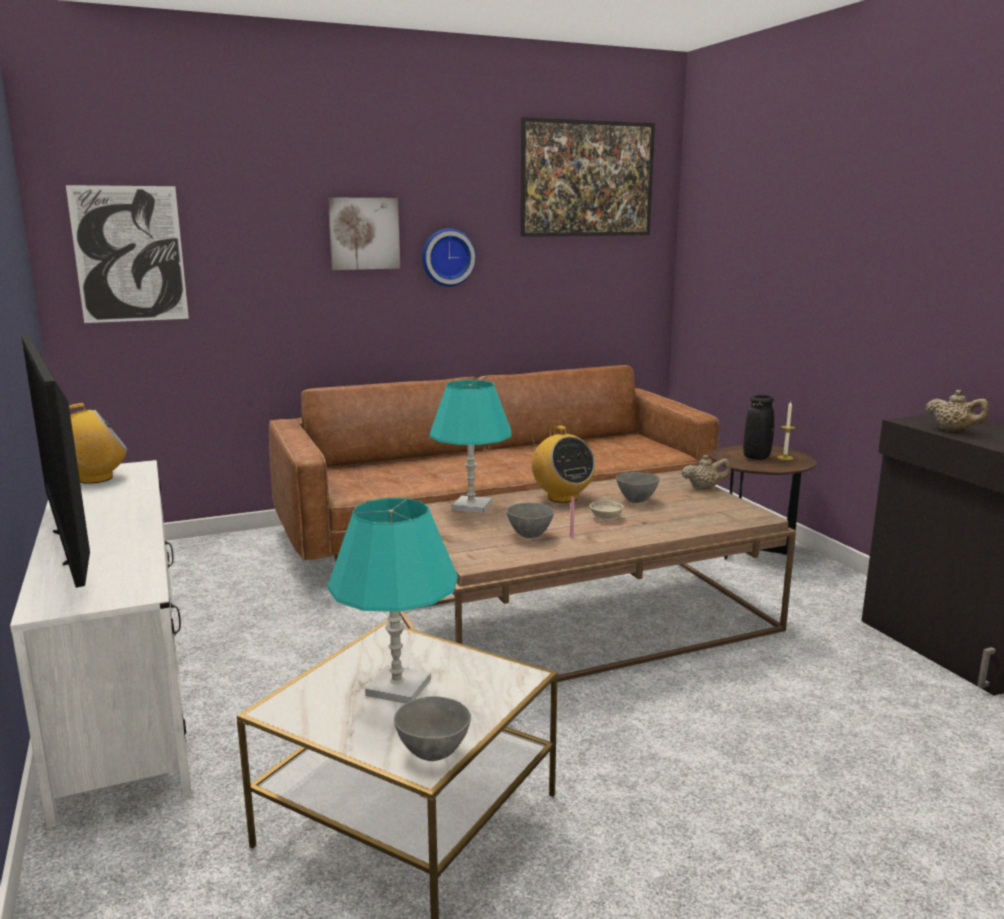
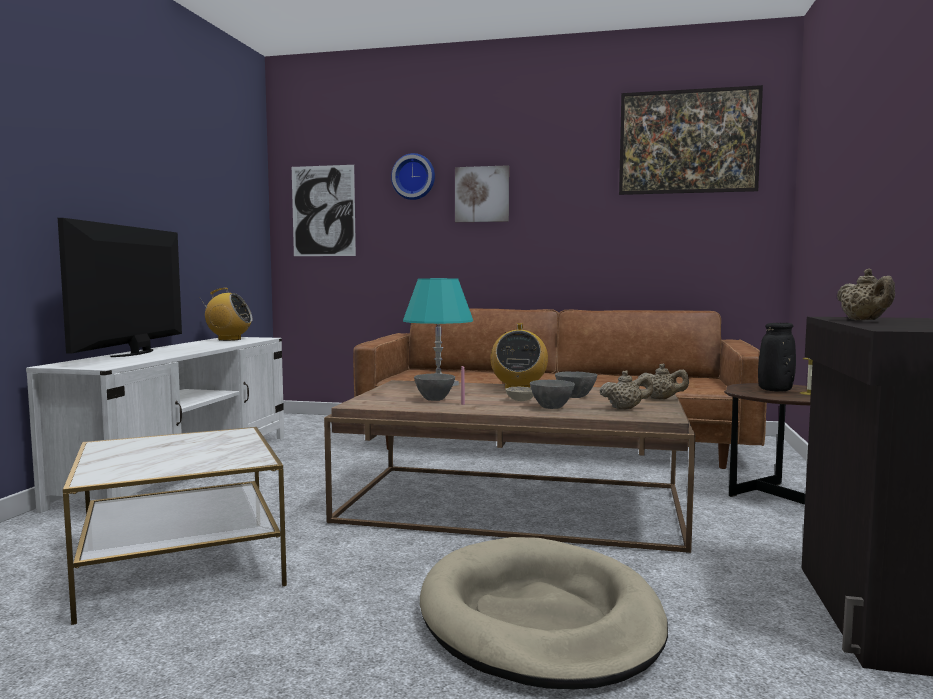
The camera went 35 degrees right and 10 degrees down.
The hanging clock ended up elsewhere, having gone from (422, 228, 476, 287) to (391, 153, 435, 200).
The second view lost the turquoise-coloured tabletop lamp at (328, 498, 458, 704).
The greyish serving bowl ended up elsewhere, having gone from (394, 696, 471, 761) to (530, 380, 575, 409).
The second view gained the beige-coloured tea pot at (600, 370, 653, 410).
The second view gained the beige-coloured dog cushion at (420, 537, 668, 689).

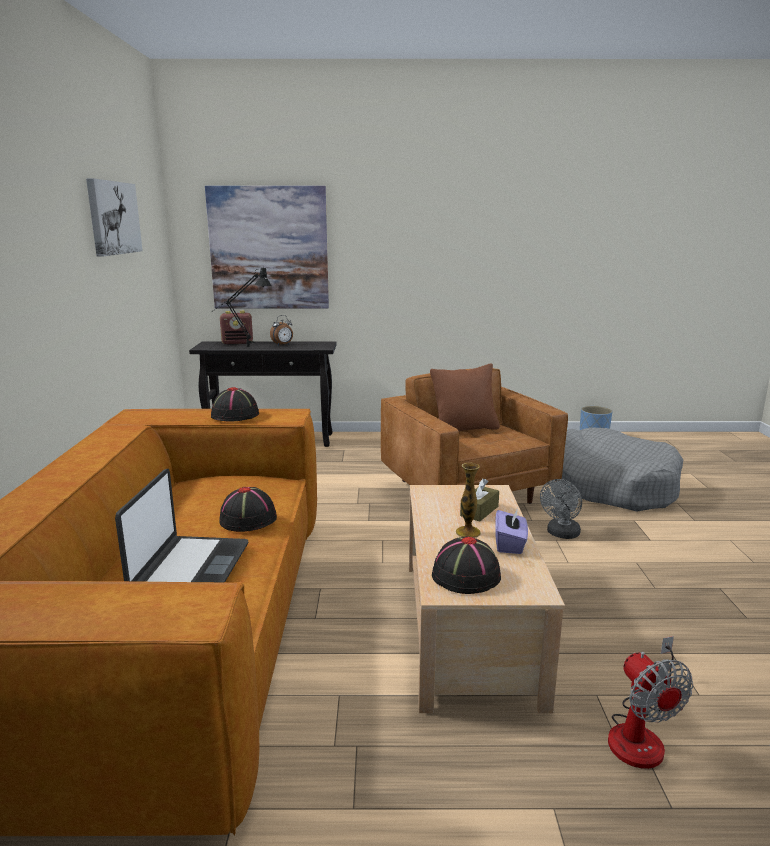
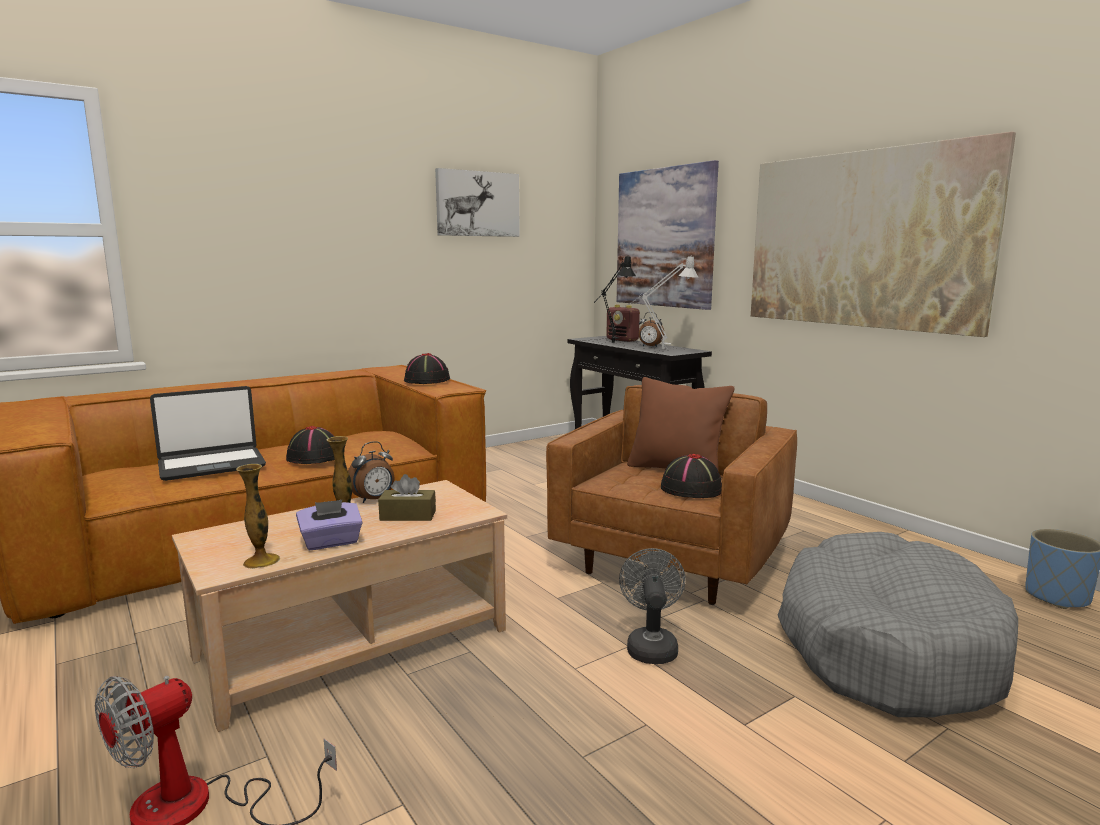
The camera went 55 degrees right and 5 degrees down.
The greyish cooling fan at (540, 479, 582, 539) ended up facing another way, 90 degrees clockwise from before.
The black-coloured clothing hat ended up elsewhere, having gone from (432, 536, 501, 594) to (661, 454, 722, 498).
The second view gained the wall art at (751, 132, 1016, 337).
The second view gained the greyish tabletop lamp at (624, 256, 699, 349).
The second view gained the bedside clock at (348, 441, 395, 503).
The second view gained the vase at (236, 464, 280, 569).

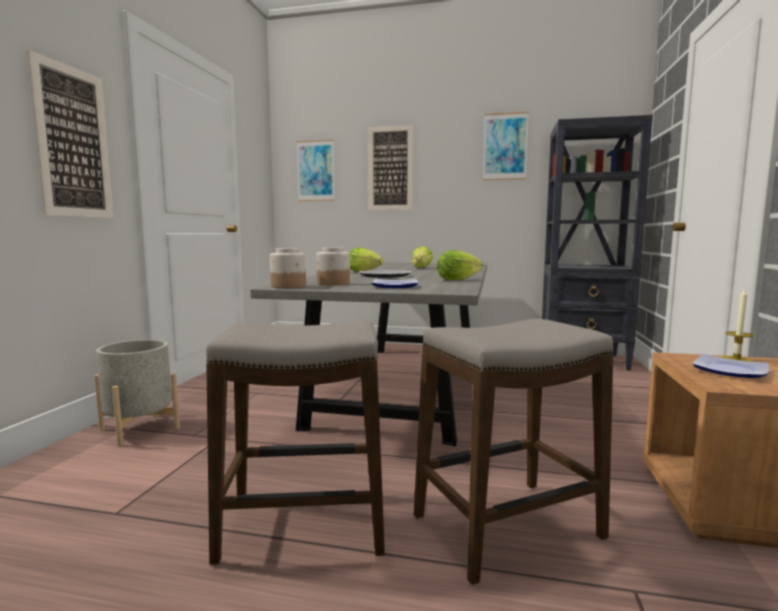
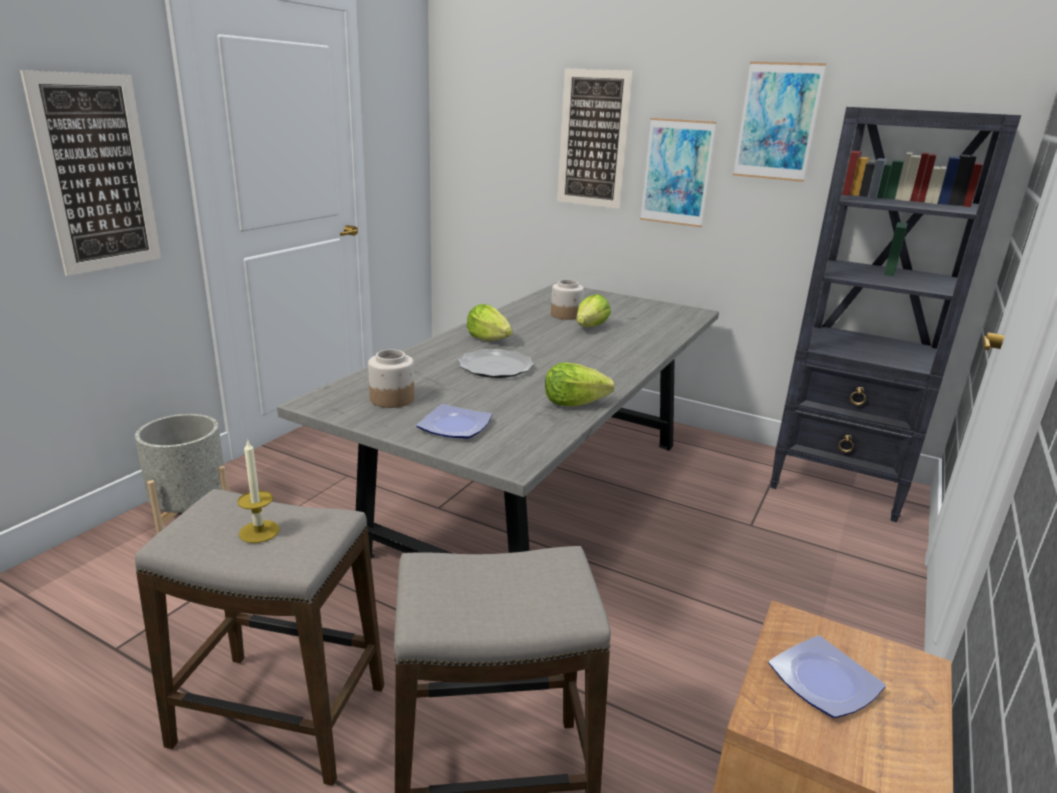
The camera went 15 degrees right and 15 degrees up.
The wall art ended up elsewhere, having gone from (297, 140, 335, 201) to (640, 118, 716, 227).
The jar ended up elsewhere, having gone from (270, 248, 306, 288) to (551, 280, 584, 320).
The candle ended up elsewhere, having gone from (721, 287, 754, 362) to (237, 439, 280, 543).

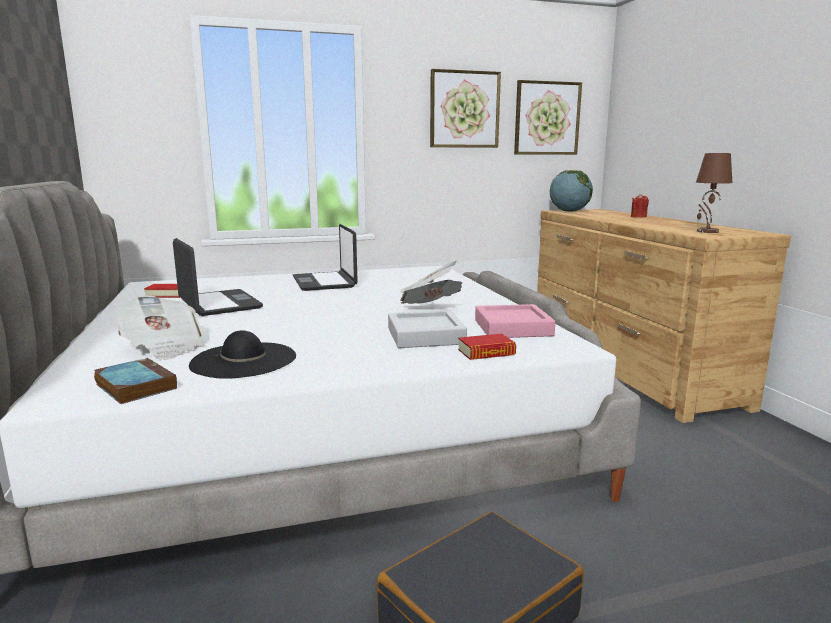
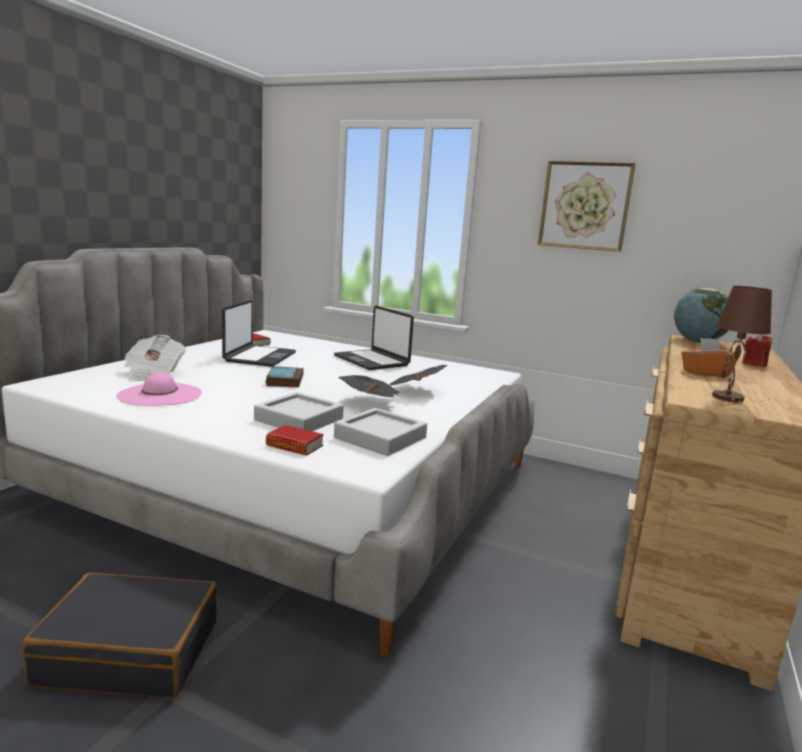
The camera went 40 degrees right and 0 degrees up.
The second view lost the wall art at (514, 80, 582, 155).
The laptop at (293, 224, 358, 291) ended up facing another way, 60 degrees counterclockwise from before.
What was the pinkish tray at (475, 304, 555, 338) turned into the greyish tray at (334, 408, 427, 456).
What was the black-coloured clothing hat at (189, 331, 296, 379) turned into the pinkish clothing hat at (117, 372, 202, 406).
The volume ended up elsewhere, having gone from (94, 358, 177, 404) to (266, 366, 304, 388).
The second view gained the orange-coloured tissue holder at (681, 338, 738, 377).

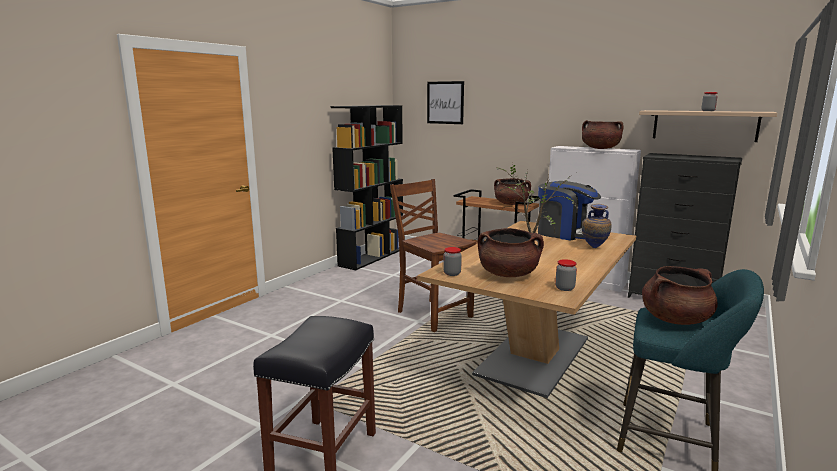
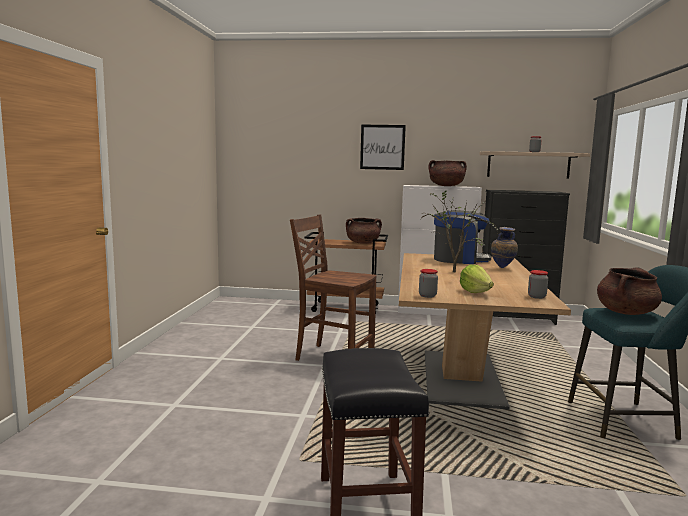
The camera went 25 degrees left and 5 degrees down.
The wall art ended up elsewhere, having gone from (427, 81, 464, 124) to (360, 125, 406, 170).
The second view lost the black-coloured bookcase at (331, 105, 403, 270).
Where the brown-coloured stockpot stood at (478, 228, 544, 277), the lettuce came to stand at (460, 265, 494, 293).

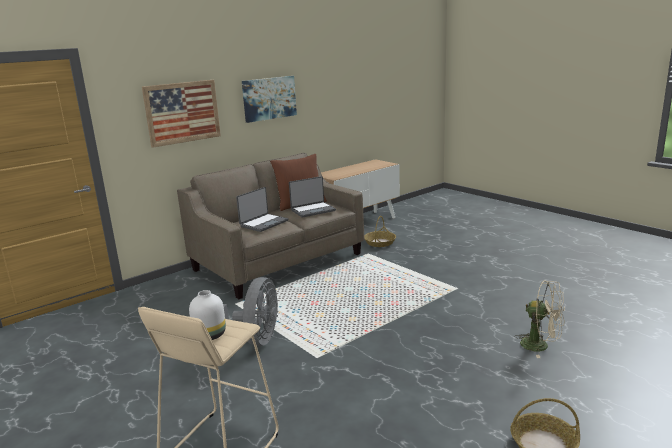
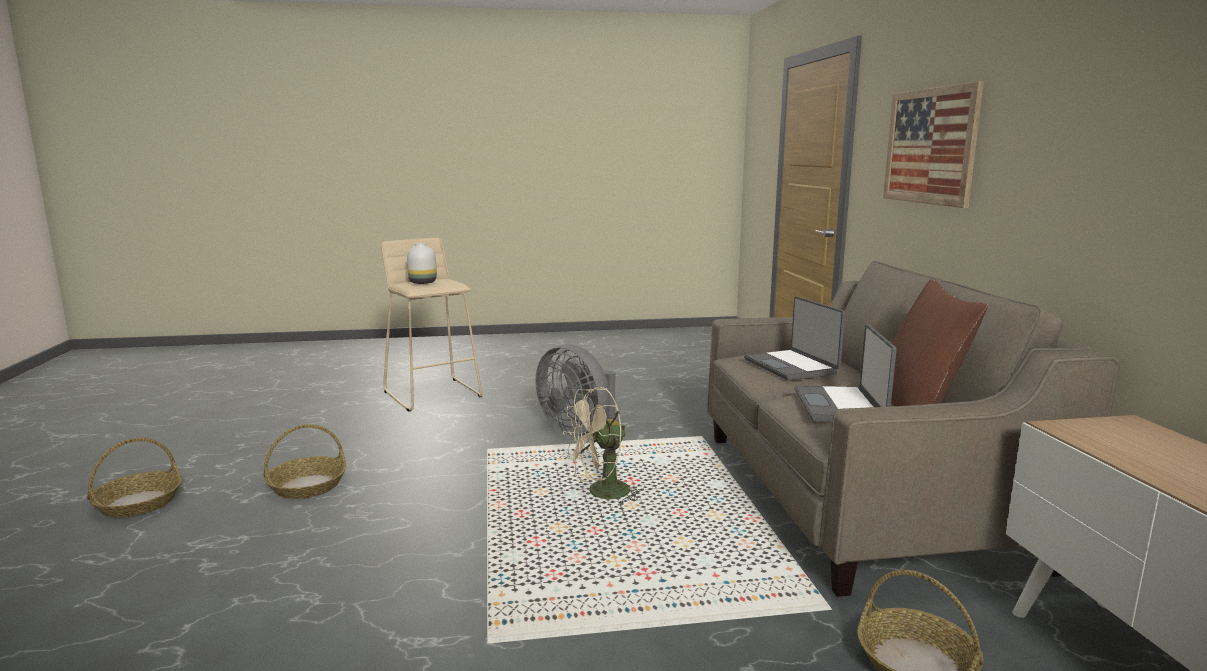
The camera went 120 degrees right and 5 degrees down.
The second view lost the wall art at (242, 76, 297, 123).
The beige-coloured cooling fan ended up elsewhere, having gone from (515, 280, 565, 358) to (563, 387, 643, 505).
The second view gained the basket at (264, 424, 346, 499).

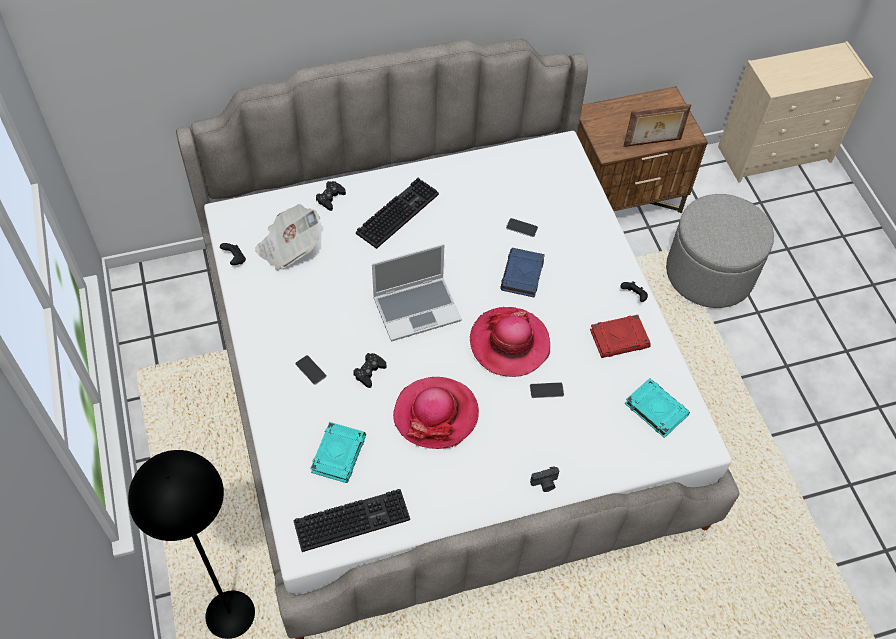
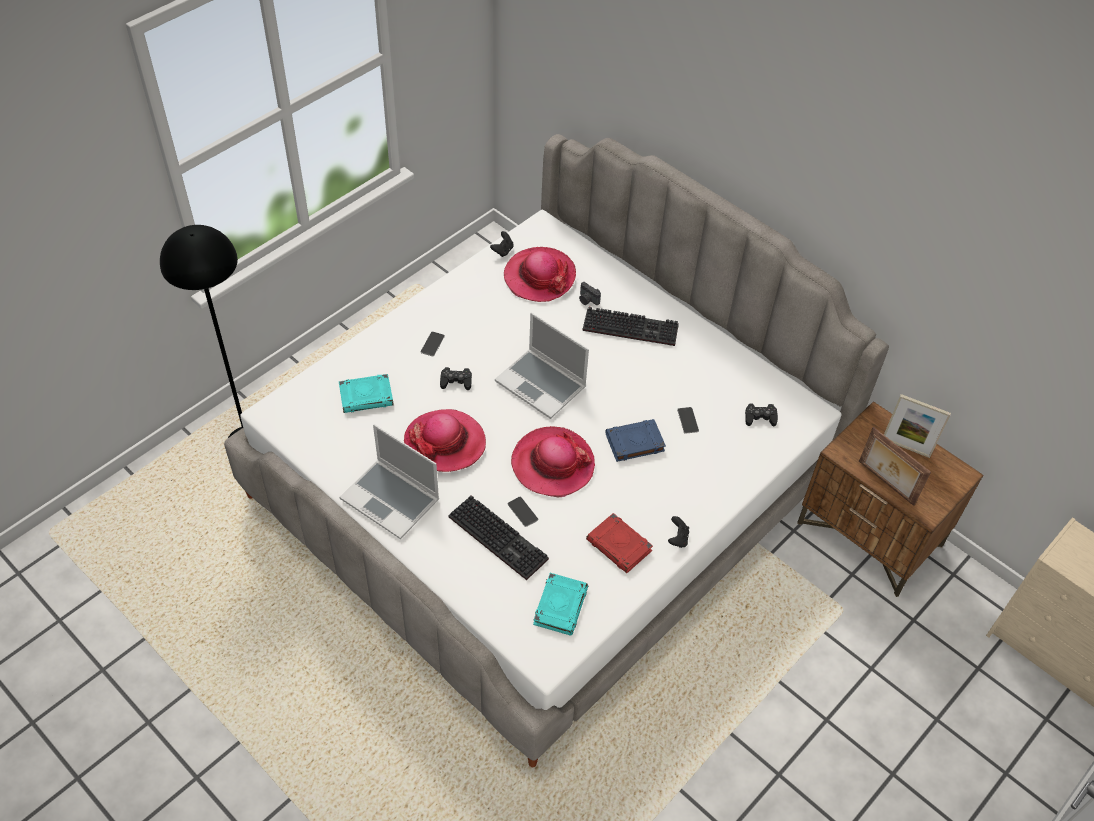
The camera went 60 degrees right and 5 degrees down.
The black-coloured joypad ended up elsewhere, having gone from (316, 181, 346, 211) to (745, 404, 778, 427).
The second view lost the greyish ottoman at (666, 194, 774, 308).
Where the daily paper stood at (255, 204, 320, 271), the clothing hat came to stand at (504, 247, 576, 302).
The photo camera ended up elsewhere, having gone from (530, 466, 559, 492) to (579, 282, 601, 305).
The keyboard ended up elsewhere, having gone from (293, 489, 410, 552) to (448, 495, 549, 580).
The second view gained the picture frame at (884, 394, 951, 458).
The second view gained the laptop at (340, 424, 439, 539).

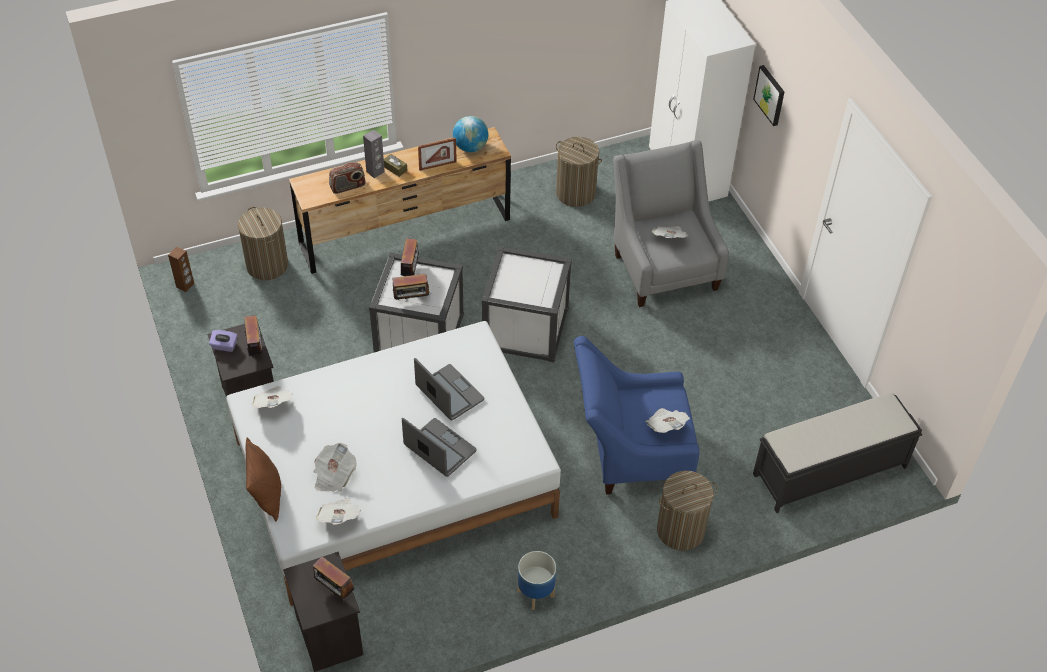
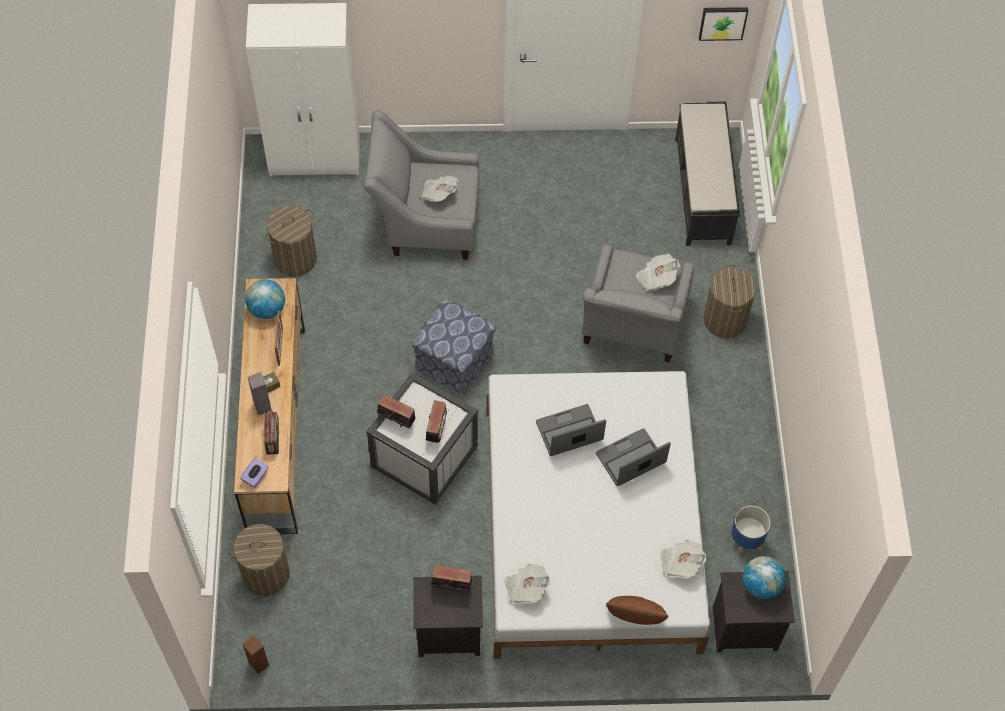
The camera went 70 degrees left and 10 degrees up.
The wall art ended up elsewhere, having gone from (753, 65, 784, 126) to (699, 7, 748, 41).
Where the white storage container stood at (481, 246, 572, 362), the ottoman came to stand at (412, 298, 496, 396).
The purplish tissue holder ended up elsewhere, having gone from (209, 330, 237, 352) to (240, 458, 268, 488).
What was the blue lounge chair at (574, 336, 699, 495) turned into the greyish lounge chair at (582, 244, 695, 362).
The second view lost the daily paper at (313, 443, 357, 492).
The plant pot ended up elsewhere, having gone from (518, 551, 556, 610) to (730, 506, 771, 556).
Where the radio set stood at (313, 556, 355, 600), the desk globe came to stand at (743, 556, 786, 599).

